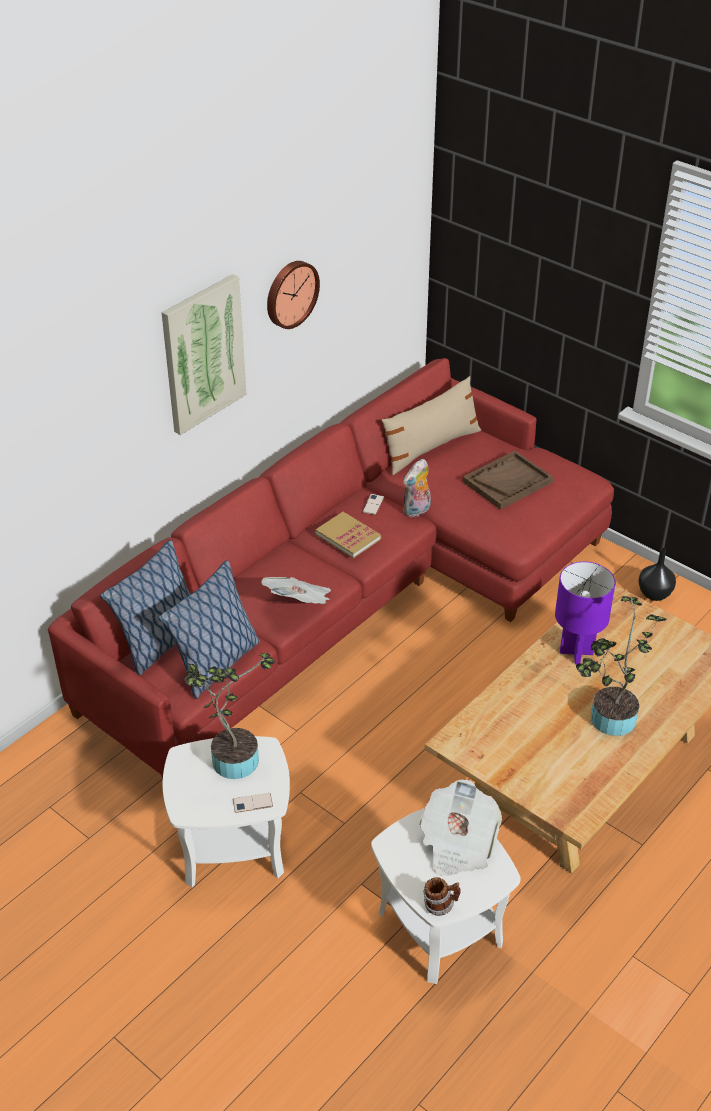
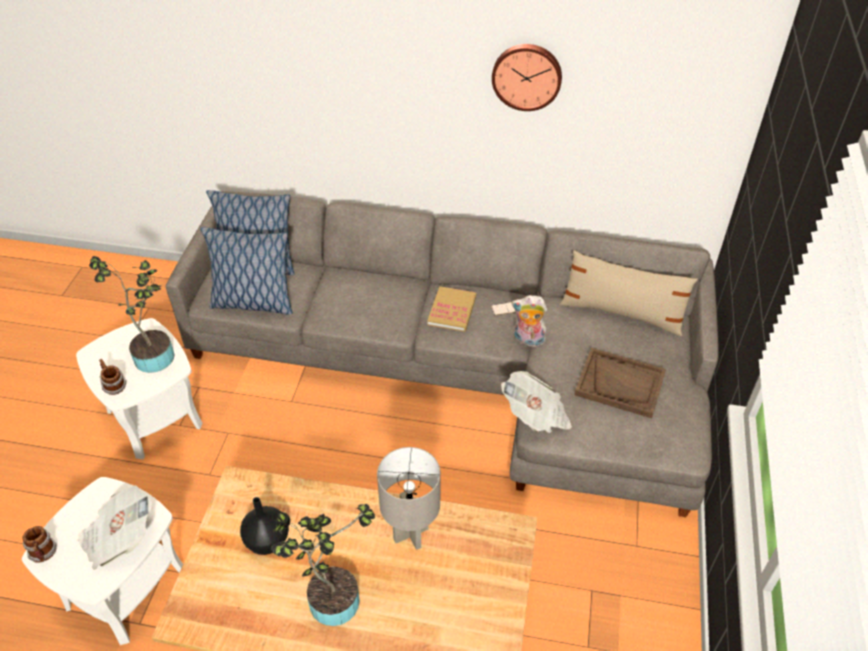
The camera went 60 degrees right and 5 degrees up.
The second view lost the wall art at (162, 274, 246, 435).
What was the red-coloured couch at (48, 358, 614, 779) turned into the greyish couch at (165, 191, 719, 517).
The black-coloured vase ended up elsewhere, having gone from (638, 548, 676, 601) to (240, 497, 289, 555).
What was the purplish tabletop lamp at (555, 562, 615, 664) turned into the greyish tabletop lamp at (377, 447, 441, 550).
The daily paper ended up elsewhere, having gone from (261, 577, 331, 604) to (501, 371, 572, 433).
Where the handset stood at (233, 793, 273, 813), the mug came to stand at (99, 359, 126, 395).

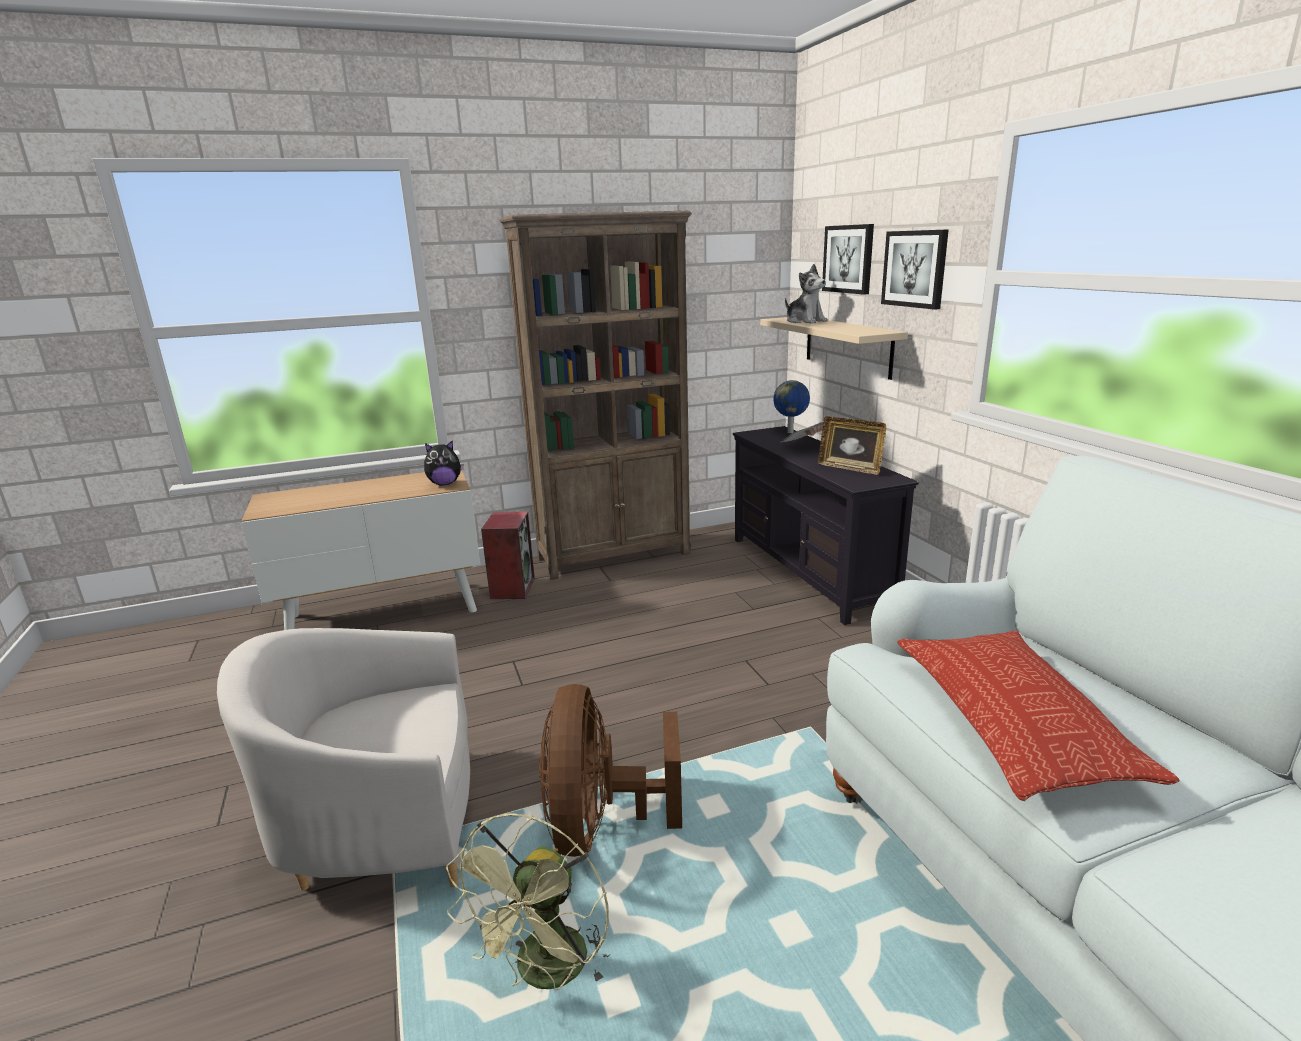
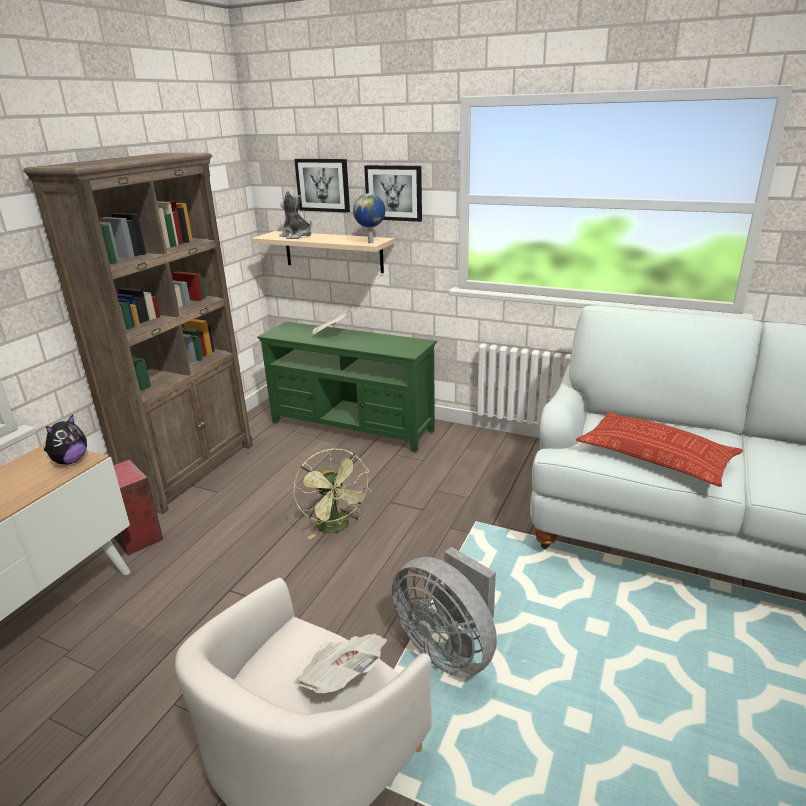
The camera went 45 degrees left and 5 degrees up.
The soft toy at (785, 264, 828, 324) ended up facing another way, 150 degrees counterclockwise from before.
The desk globe ended up elsewhere, having gone from (773, 380, 810, 433) to (353, 193, 385, 243).
The second view lost the picture frame at (818, 416, 886, 475).
What was the black-coloured media console at (733, 426, 919, 625) turned into the green-coloured media console at (257, 322, 437, 452).
What was the brown-coloured cooling fan at (539, 684, 682, 857) turned into the greyish cooling fan at (392, 547, 497, 678).
The green-coloured cooling fan ended up elsewhere, having gone from (446, 813, 610, 990) to (293, 449, 372, 539).
The second view gained the daily paper at (295, 633, 387, 693).

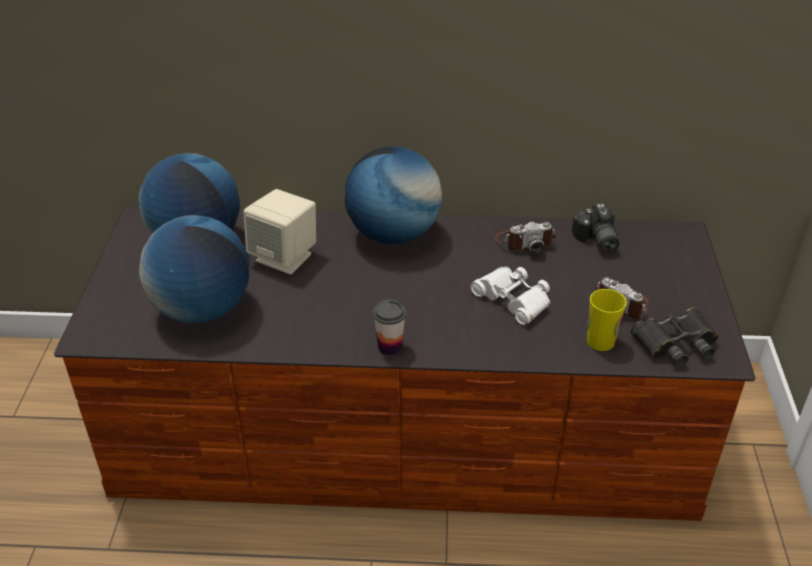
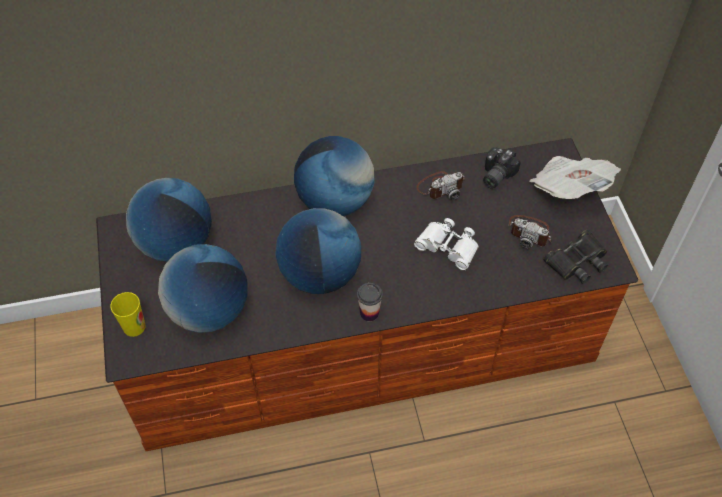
The camera went 15 degrees left and 15 degrees up.
The second view lost the beige-coloured audio speaker at (243, 189, 316, 275).
The photo camera at (572, 203, 619, 253) ended up facing another way, 60 degrees clockwise from before.
The small cup ended up elsewhere, having gone from (587, 289, 627, 351) to (110, 292, 146, 337).
The second view gained the daily paper at (530, 156, 621, 199).
The second view gained the desk globe at (276, 208, 361, 294).

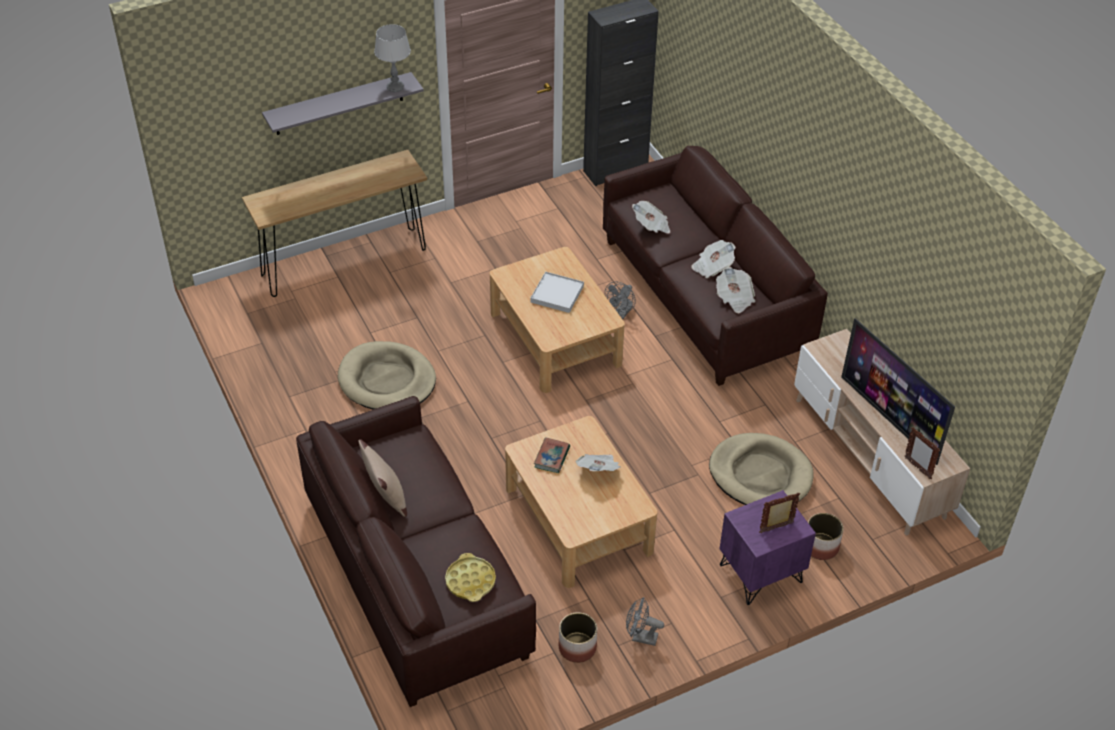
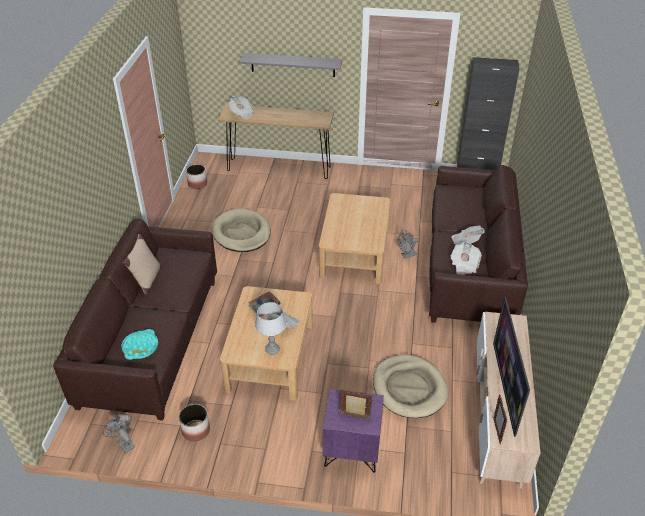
The camera went 35 degrees right and 5 degrees down.
The greyish tabletop lamp ended up elsewhere, having gone from (374, 24, 411, 92) to (255, 302, 286, 355).
The daily paper ended up elsewhere, having gone from (632, 201, 671, 234) to (229, 96, 255, 120).
The second view lost the white tray at (530, 272, 584, 313).
The plant pot ended up elsewhere, having gone from (808, 513, 844, 560) to (186, 164, 207, 189).
What was the yellow tray at (445, 553, 496, 602) turned into the turquoise-coloured tray at (121, 329, 158, 360).
The greyish cooling fan ended up elsewhere, having gone from (626, 597, 664, 646) to (103, 414, 135, 453).

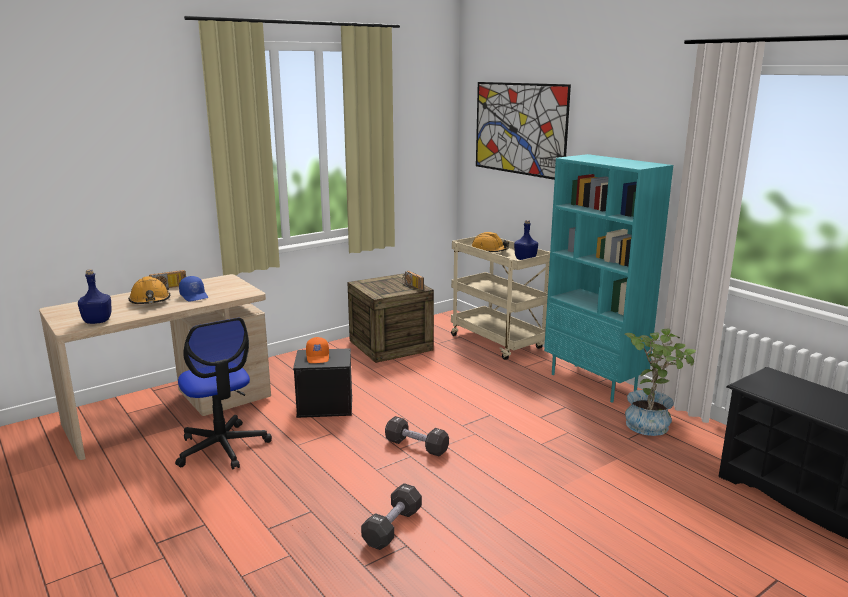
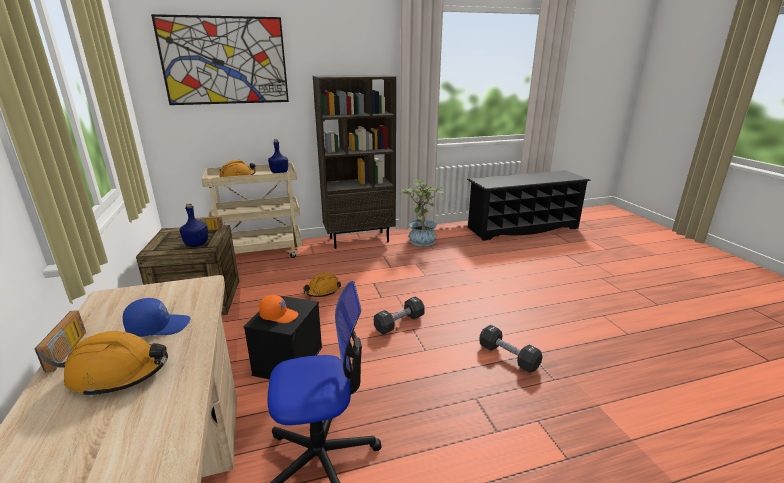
The camera went 70 degrees left and 5 degrees up.
What was the turquoise-coloured bookcase at (544, 154, 673, 402) turned into the brown-coloured bookcase at (313, 75, 396, 249).
The blue bottle ended up elsewhere, having gone from (78, 269, 111, 324) to (179, 203, 208, 247).
The second view gained the orange-coloured safety helmet at (303, 273, 341, 297).

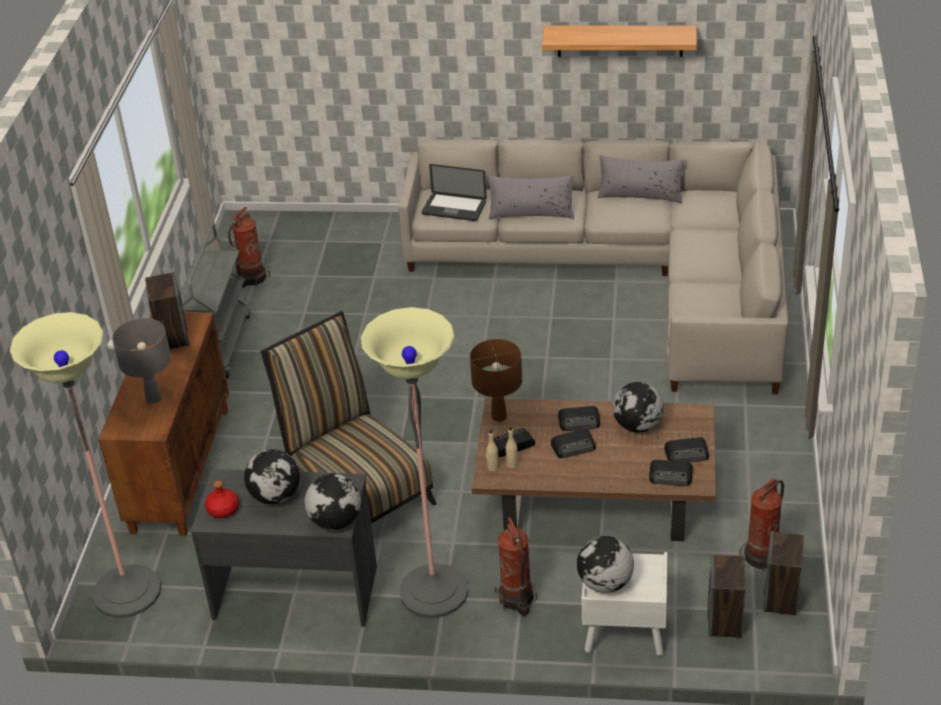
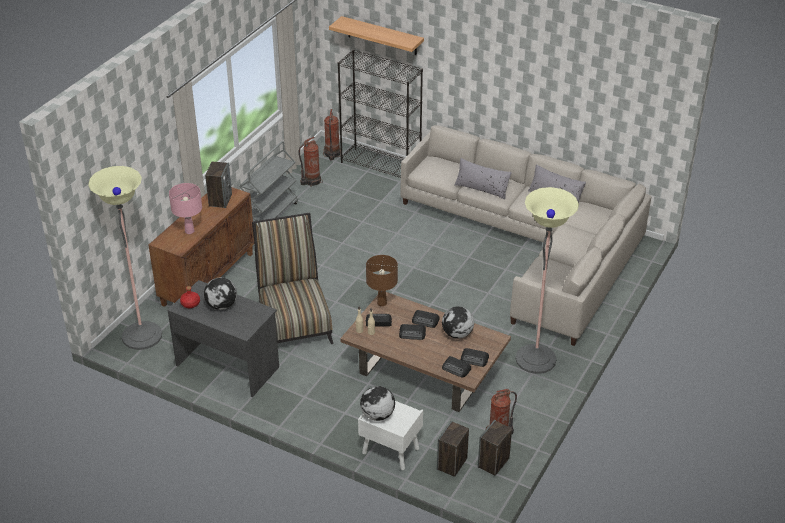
The camera went 20 degrees right and 0 degrees up.
The shelf ended up elsewhere, having gone from (542, 25, 697, 57) to (329, 16, 424, 55).
The second view lost the laptop at (422, 164, 487, 221).
The standing lamp ended up elsewhere, having gone from (361, 307, 468, 618) to (515, 187, 579, 374).
What was the greyish tabletop lamp at (112, 318, 171, 403) turned into the pinkish tabletop lamp at (169, 183, 202, 234).
The second view lost the desk globe at (304, 474, 361, 530).
The extinguisher ended up elsewhere, having gone from (495, 517, 537, 616) to (323, 109, 341, 160).
The second view gained the black-coloured bookcase at (338, 49, 423, 178).

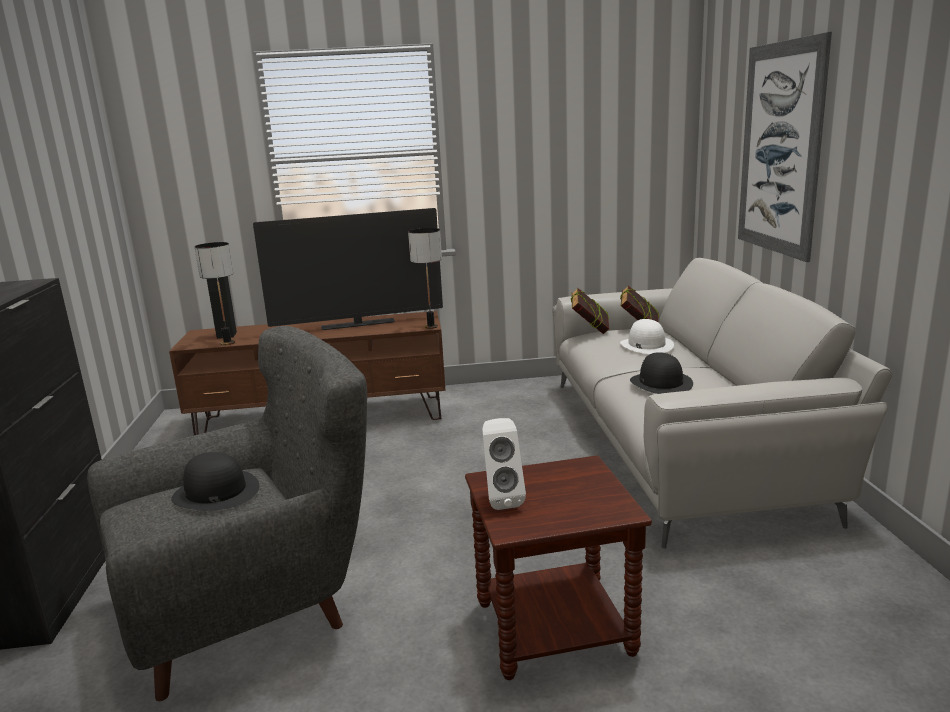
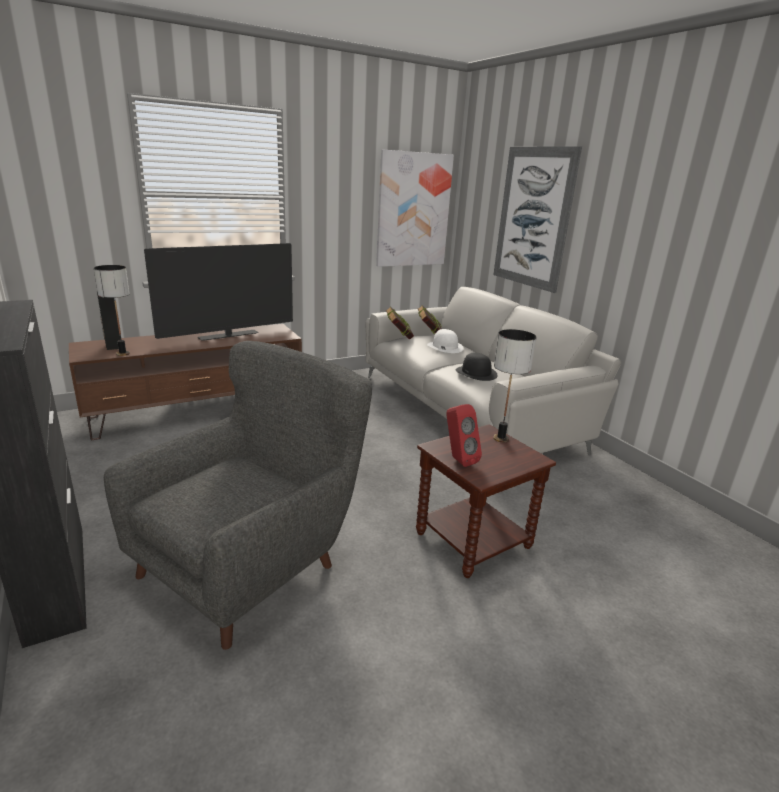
The camera went 25 degrees left and 5 degrees up.
The tabletop lamp ended up elsewhere, having gone from (408, 228, 442, 329) to (493, 329, 536, 443).
What was the white audio speaker at (483, 418, 526, 510) turned into the red-coloured audio speaker at (446, 404, 482, 467).
The second view lost the black-coloured clothing hat at (171, 452, 260, 510).
The second view gained the wall art at (376, 149, 454, 267).

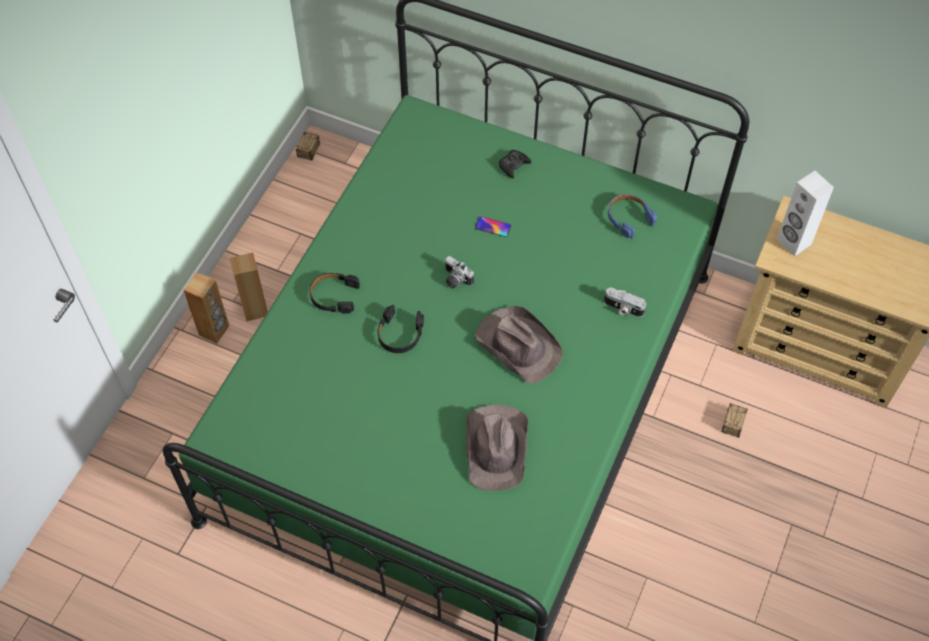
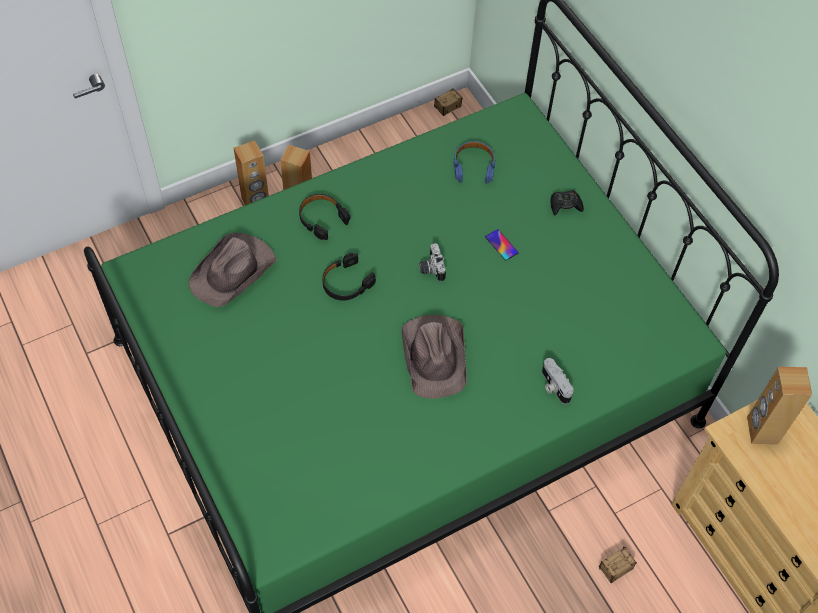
The camera went 35 degrees right and 0 degrees up.
What was the white audio speaker at (776, 171, 834, 256) turned into the brown-coloured audio speaker at (747, 367, 812, 444).
The blue pair of headphones ended up elsewhere, having gone from (608, 194, 657, 239) to (454, 141, 495, 184).
The brown-coloured clothing hat ended up elsewhere, having gone from (466, 405, 528, 491) to (189, 233, 276, 307).

